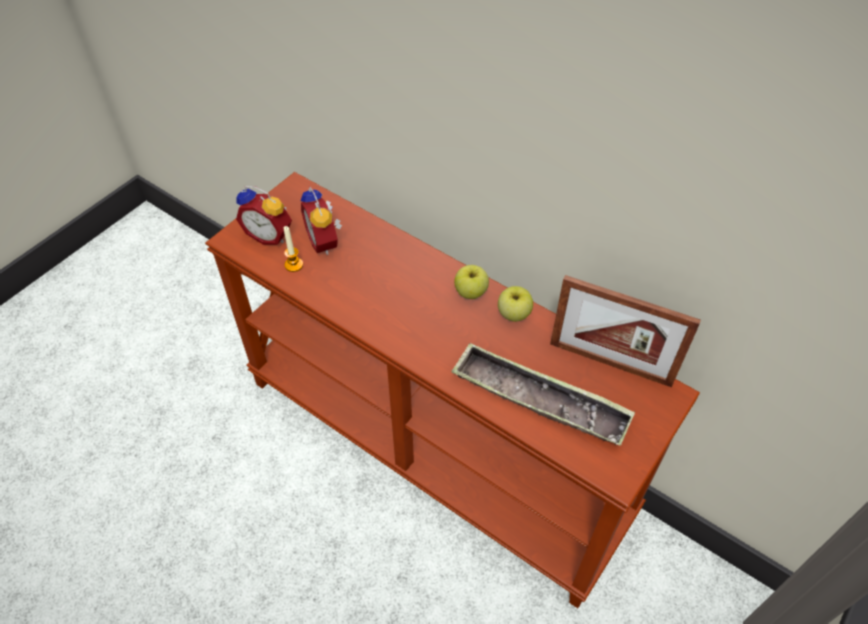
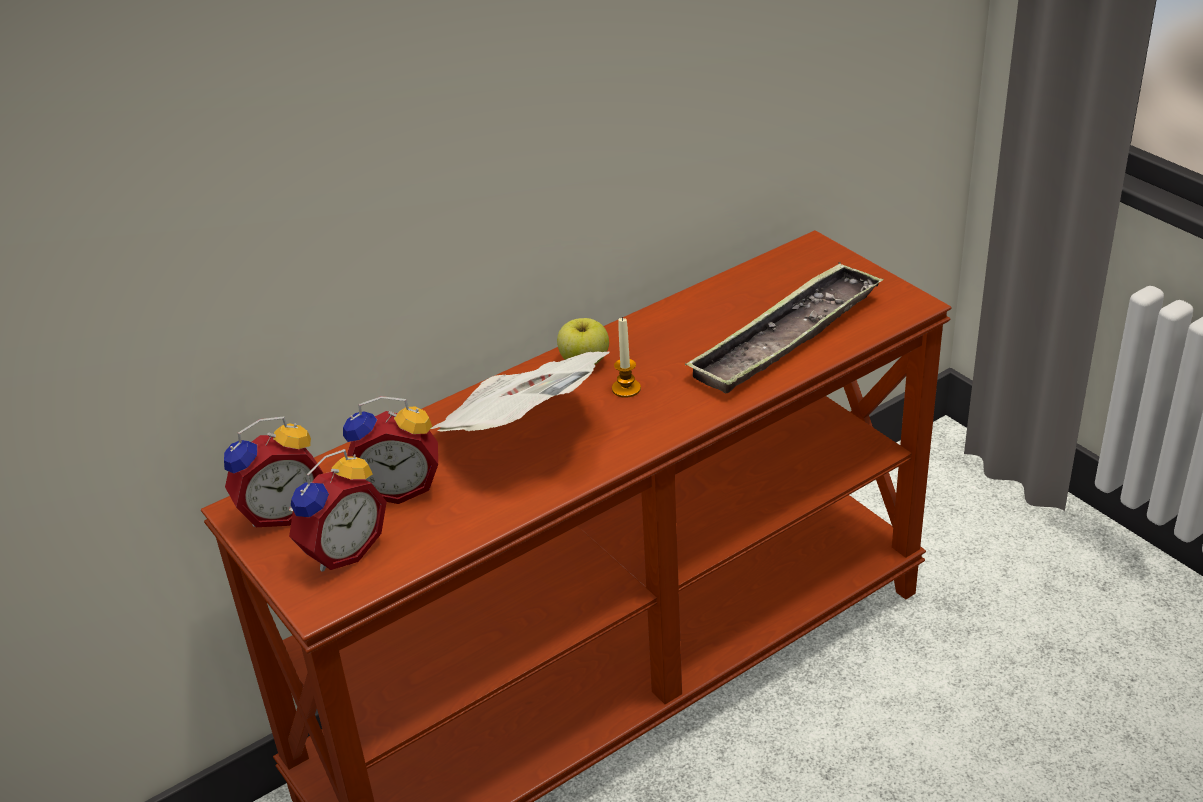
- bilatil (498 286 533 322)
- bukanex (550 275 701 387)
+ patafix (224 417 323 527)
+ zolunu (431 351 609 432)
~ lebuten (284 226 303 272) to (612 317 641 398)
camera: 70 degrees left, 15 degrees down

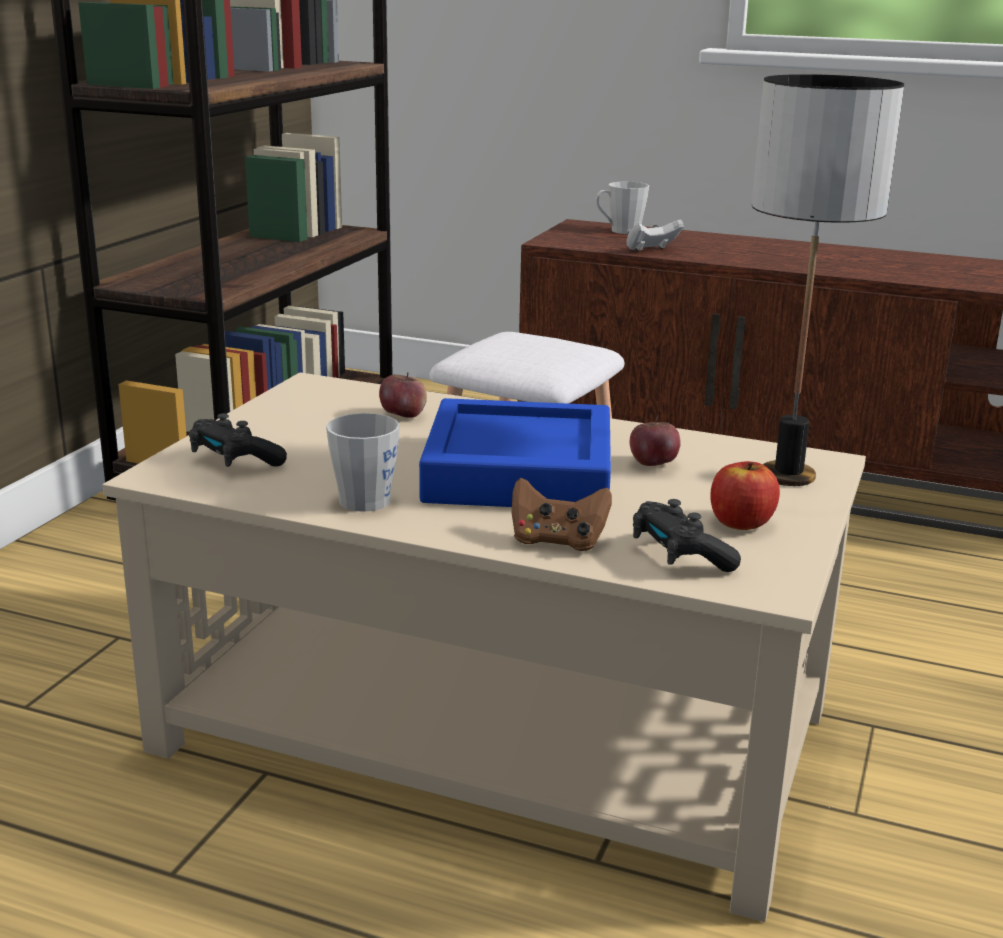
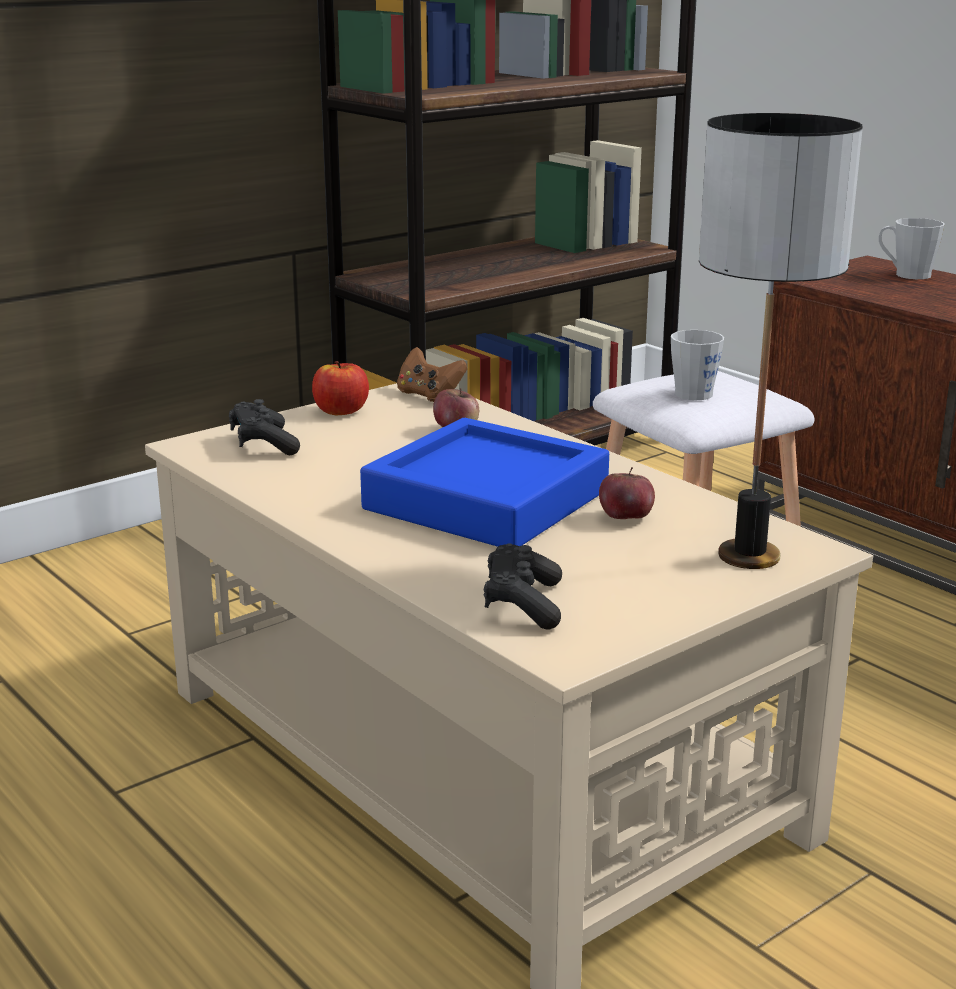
- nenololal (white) (626 220 684 252)
~ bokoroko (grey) (326 413 400 512) to (671 330 724 400)
~ nenololal (brown) (512 478 612 551) to (397 347 467 402)
~ bilatil (710 461 780 530) to (312 361 369 415)
camera: 30 degrees right, 0 degrees up

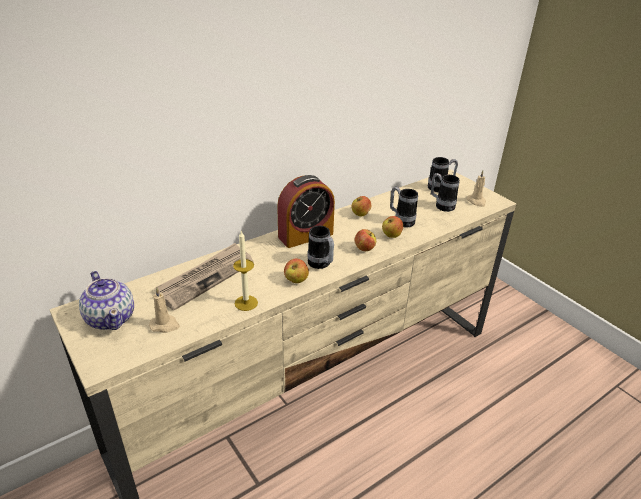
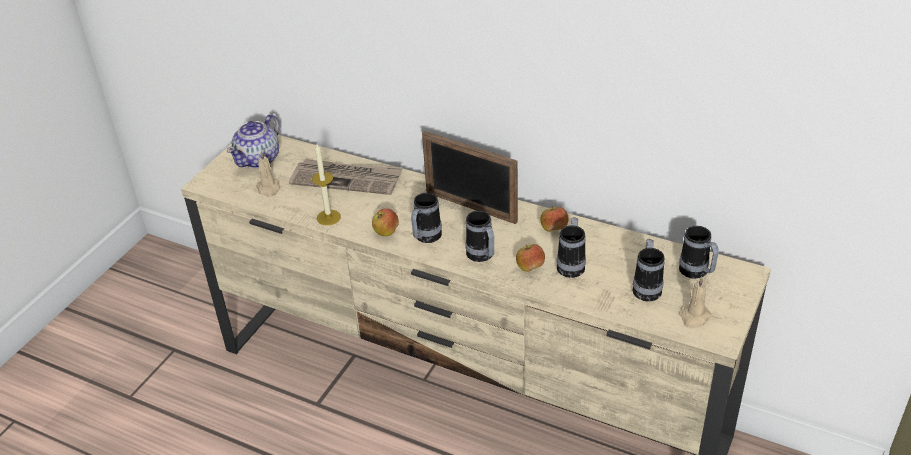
~ patafix (277 175 335 248) to bukanex (422 131 518 224)
~ bilatil (355 229 376 251) to bokoroko (465 210 494 262)
camera: 65 degrees right, 5 degrees up

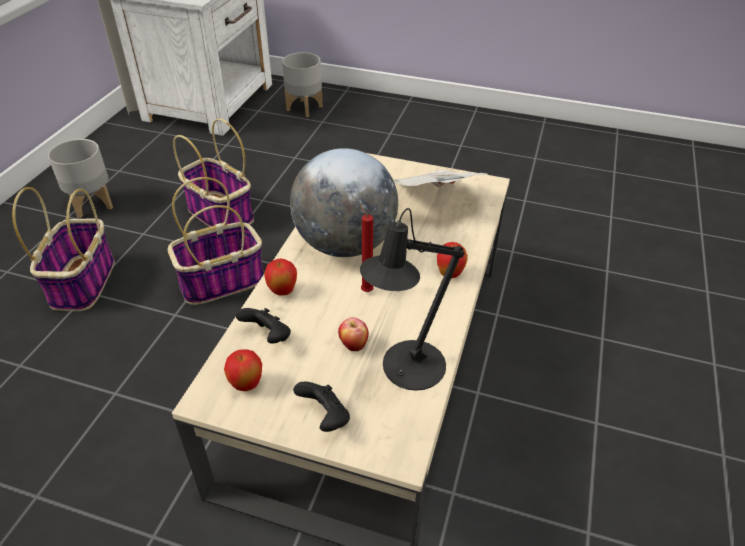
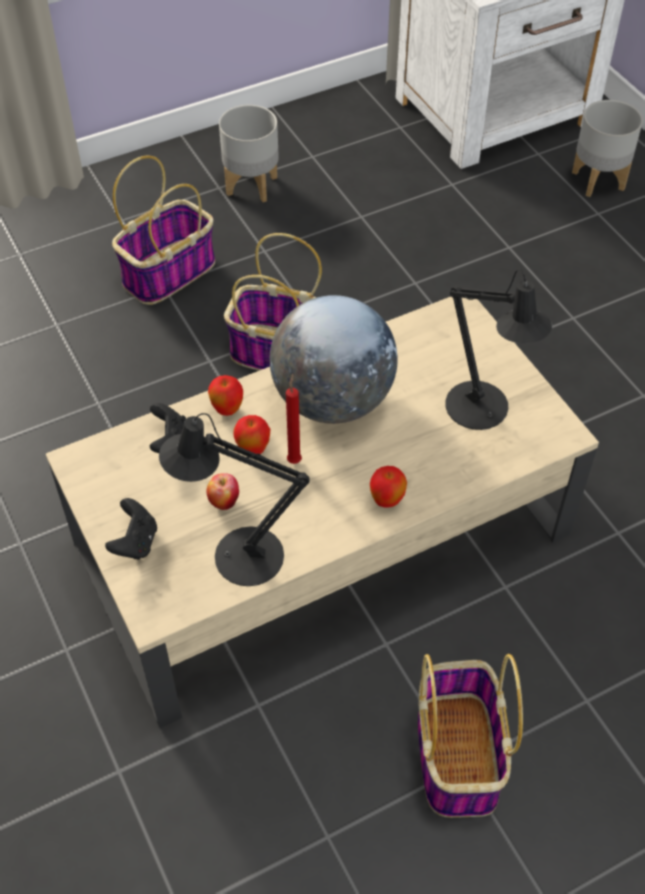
~ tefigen (173 118 254 227) to (418 654 523 818)
~ bilatil (224 349 262 391) to (233 415 270 454)
~ zolunu (393 170 488 187) to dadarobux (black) (445 269 552 430)
camera: 45 degrees right, 10 degrees up

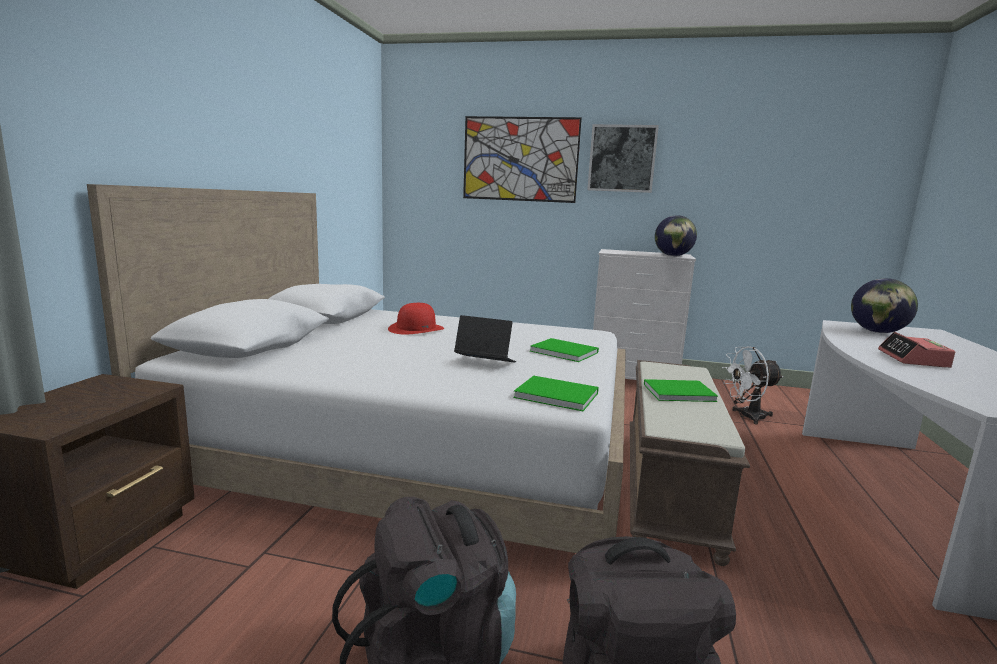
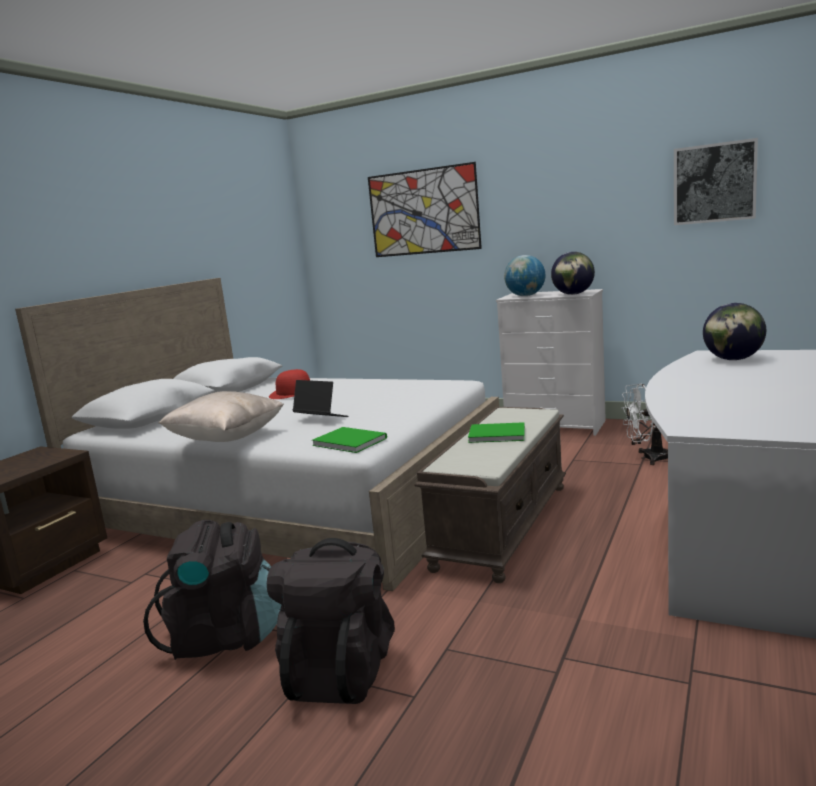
- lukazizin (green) (530 338 599 362)
- patafix (878 332 955 368)
+ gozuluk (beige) (158 391 284 442)
+ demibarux (504 255 545 296)
~ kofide (587 124 659 193) to (674 138 758 225)
camera: 15 degrees right, 0 degrees up

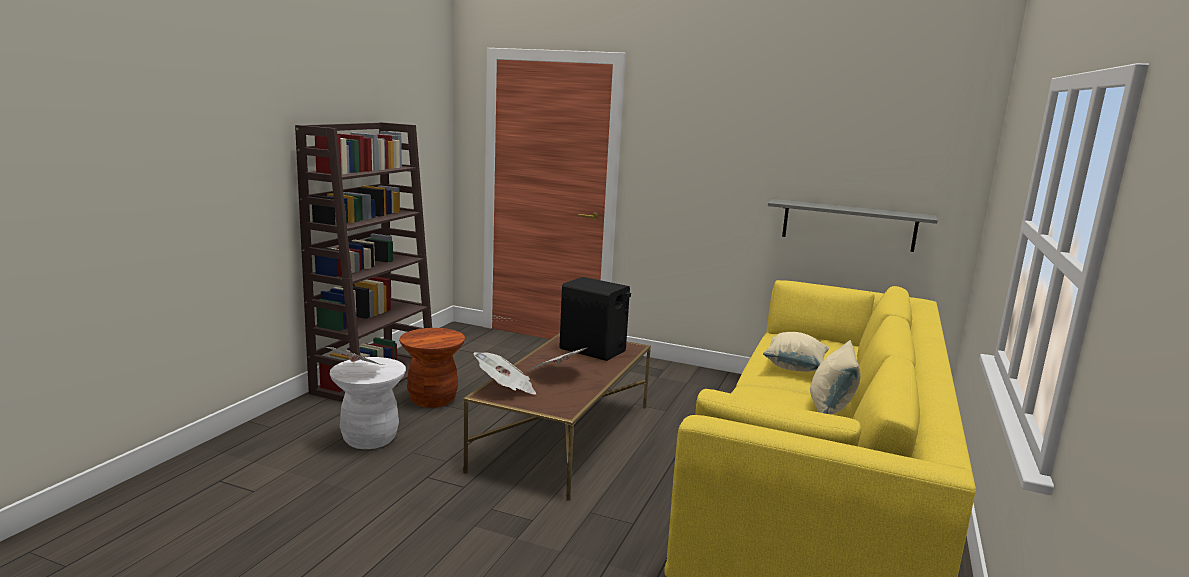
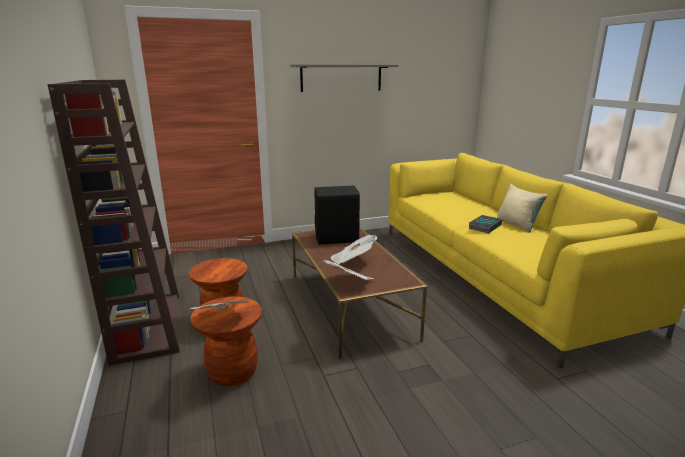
- gozuluk (beige) (763 332 830 372)
+ lukazizin (468 215 503 233)
~ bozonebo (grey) (768 199 938 252) to (290 64 398 92)
~ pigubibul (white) (330 357 406 449) to pigubibul (brown) (190 297 262 386)
camera: 40 degrees left, 5 degrees up

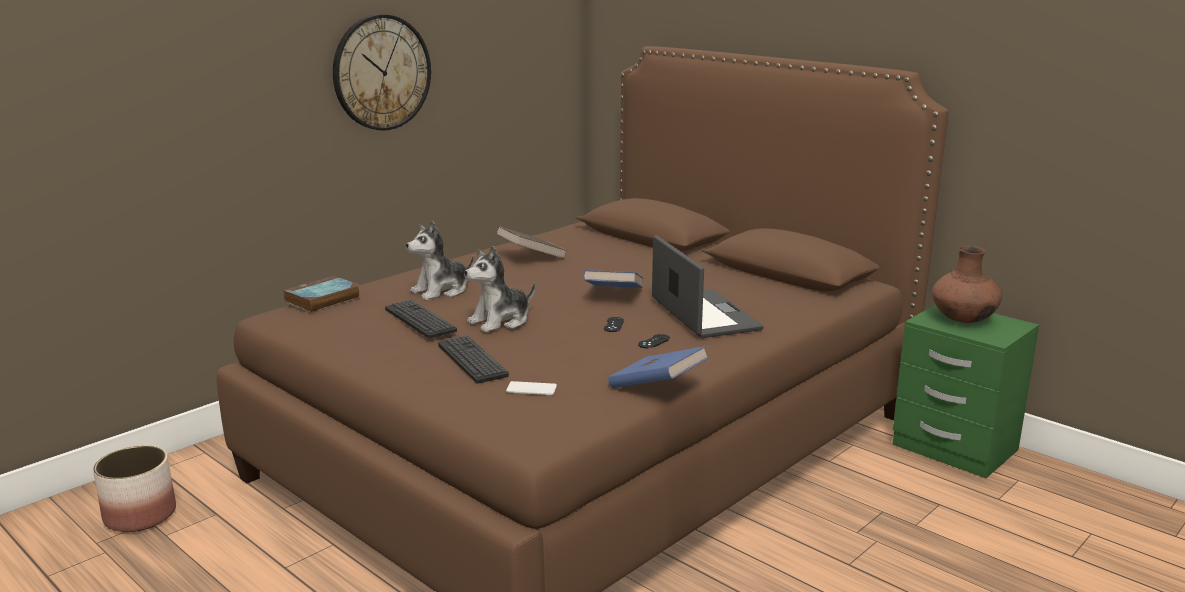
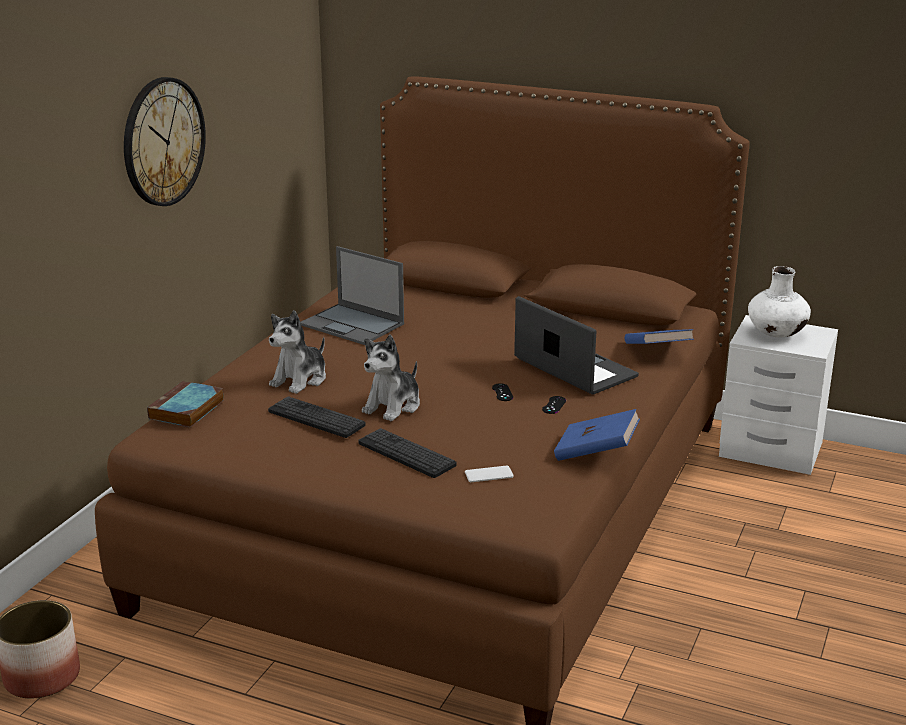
~ lukazizin (blue) (583 270 644 288) to (625 329 694 344)
~ lukazizin (brown) (496 226 567 259) to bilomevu (300 246 404 345)
~ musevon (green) (893 304 1039 478) to musevon (white) (719 315 838 475)
~ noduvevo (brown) (932 246 1002 323) to noduvevo (white) (748 266 811 337)
camera: 20 degrees left, 5 degrees up

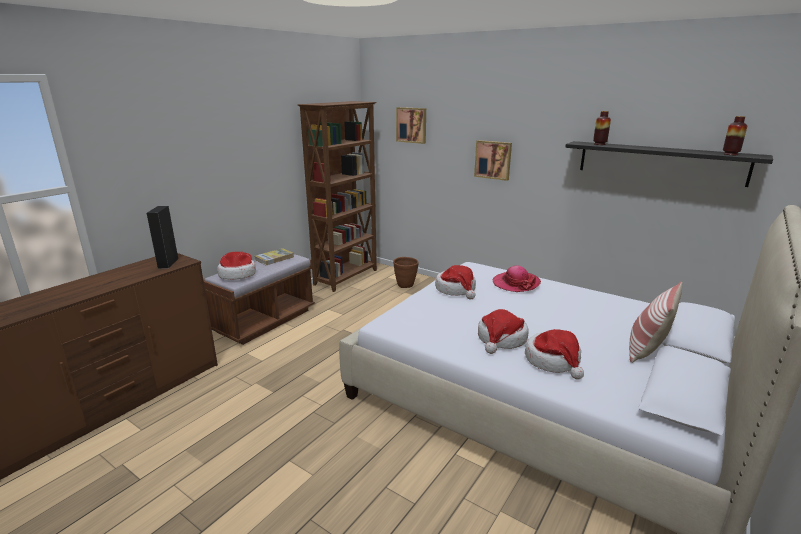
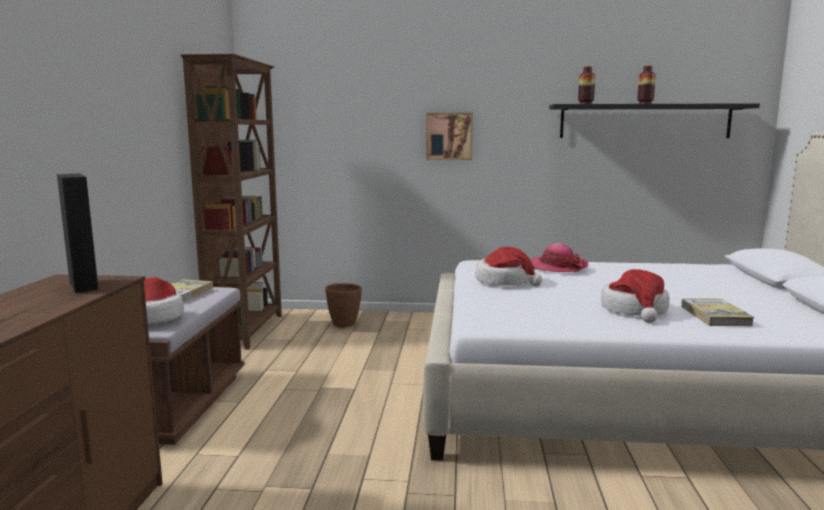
- kofide (396 107 426 144)
- gozuluk (629 282 683 363)
~ noduvevo (723 116 747 155) to (637 66 656 104)
~ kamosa (525 329 584 379) to lukazizin (681 298 754 326)
camera: 30 degrees left, 10 degrees down

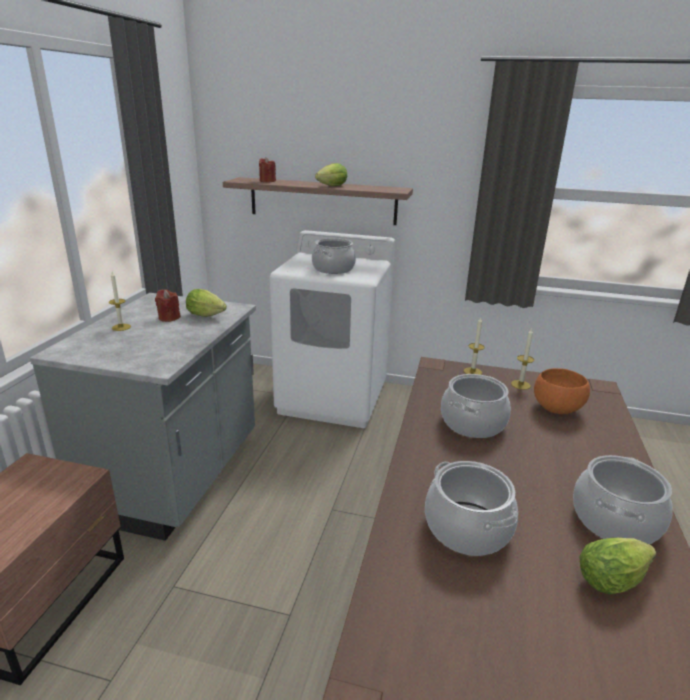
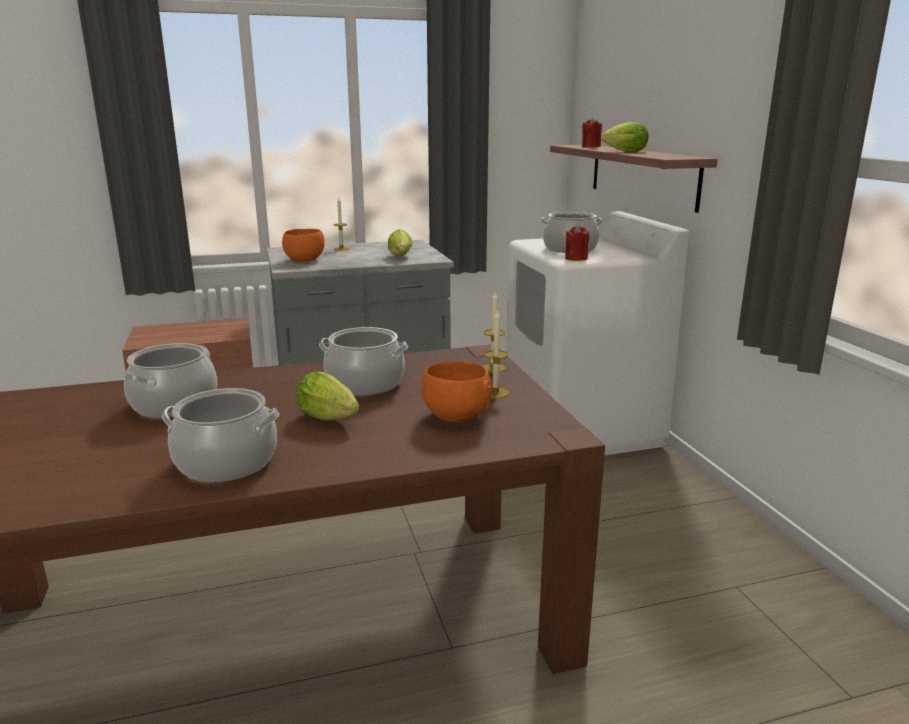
+ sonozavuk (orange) (282 229 325 262)
~ lebuten (red) (155 289 181 322) to (565 225 589 261)
~ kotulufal (579 538 656 595) to (297 372 359 421)
camera: 60 degrees right, 5 degrees down

